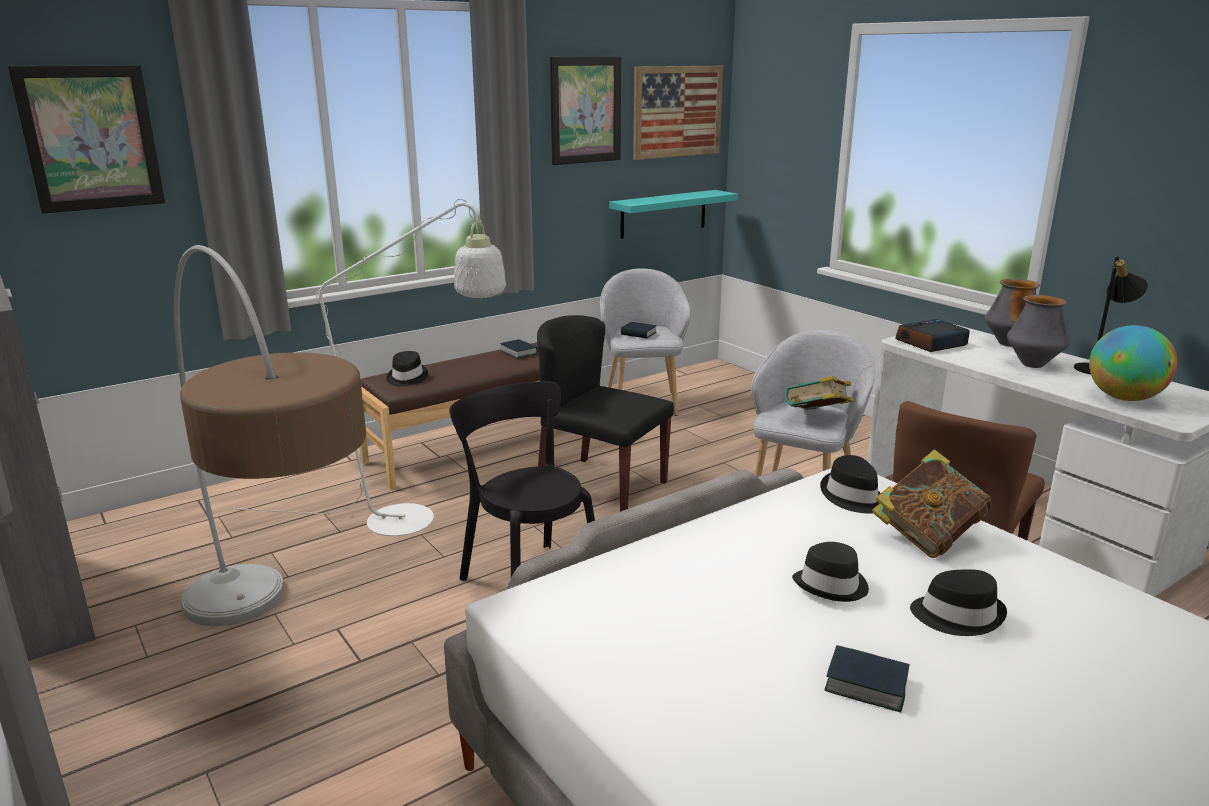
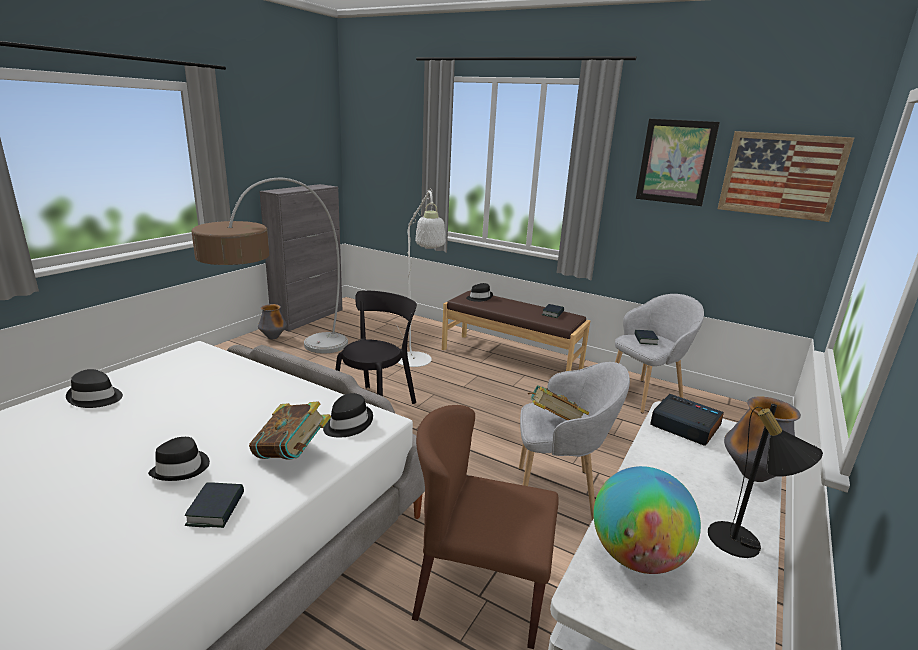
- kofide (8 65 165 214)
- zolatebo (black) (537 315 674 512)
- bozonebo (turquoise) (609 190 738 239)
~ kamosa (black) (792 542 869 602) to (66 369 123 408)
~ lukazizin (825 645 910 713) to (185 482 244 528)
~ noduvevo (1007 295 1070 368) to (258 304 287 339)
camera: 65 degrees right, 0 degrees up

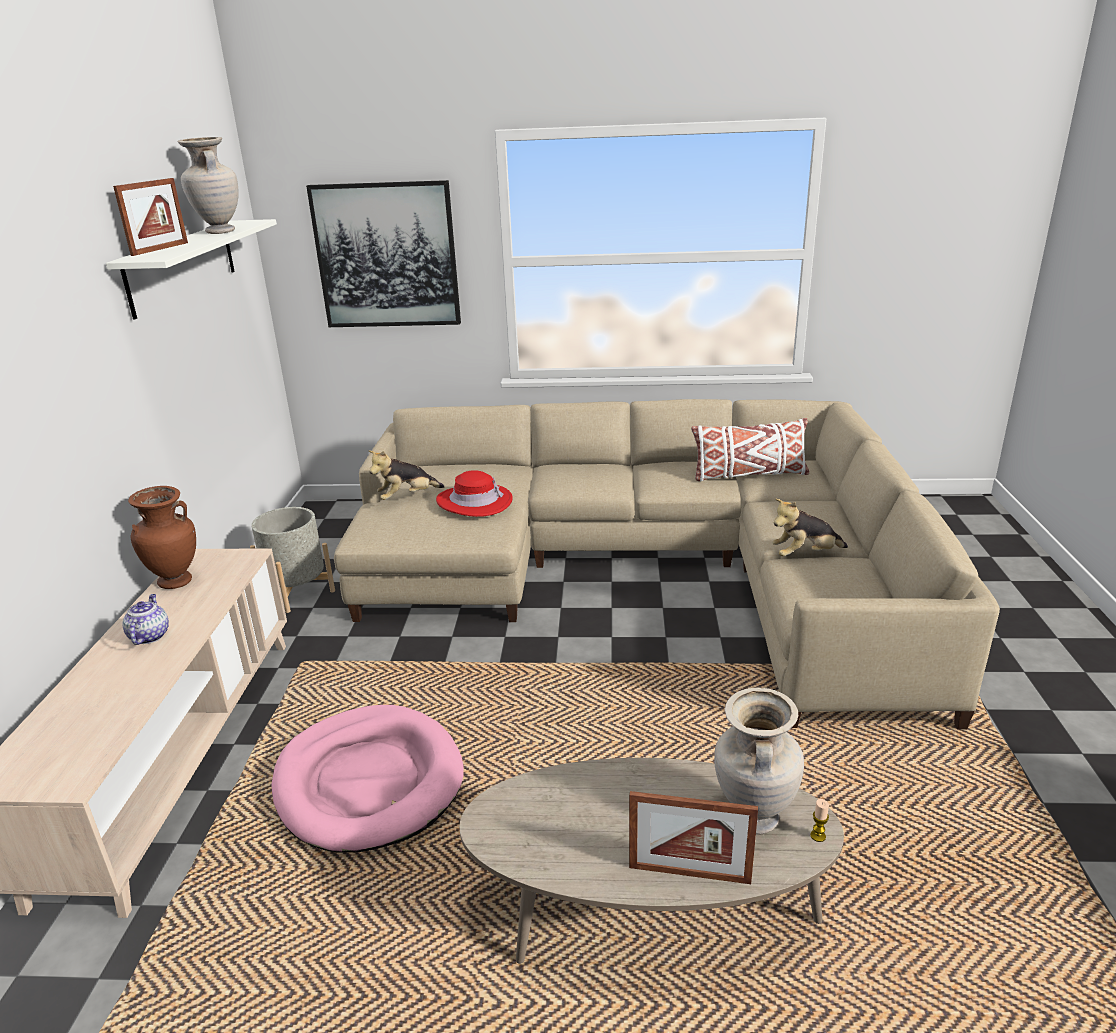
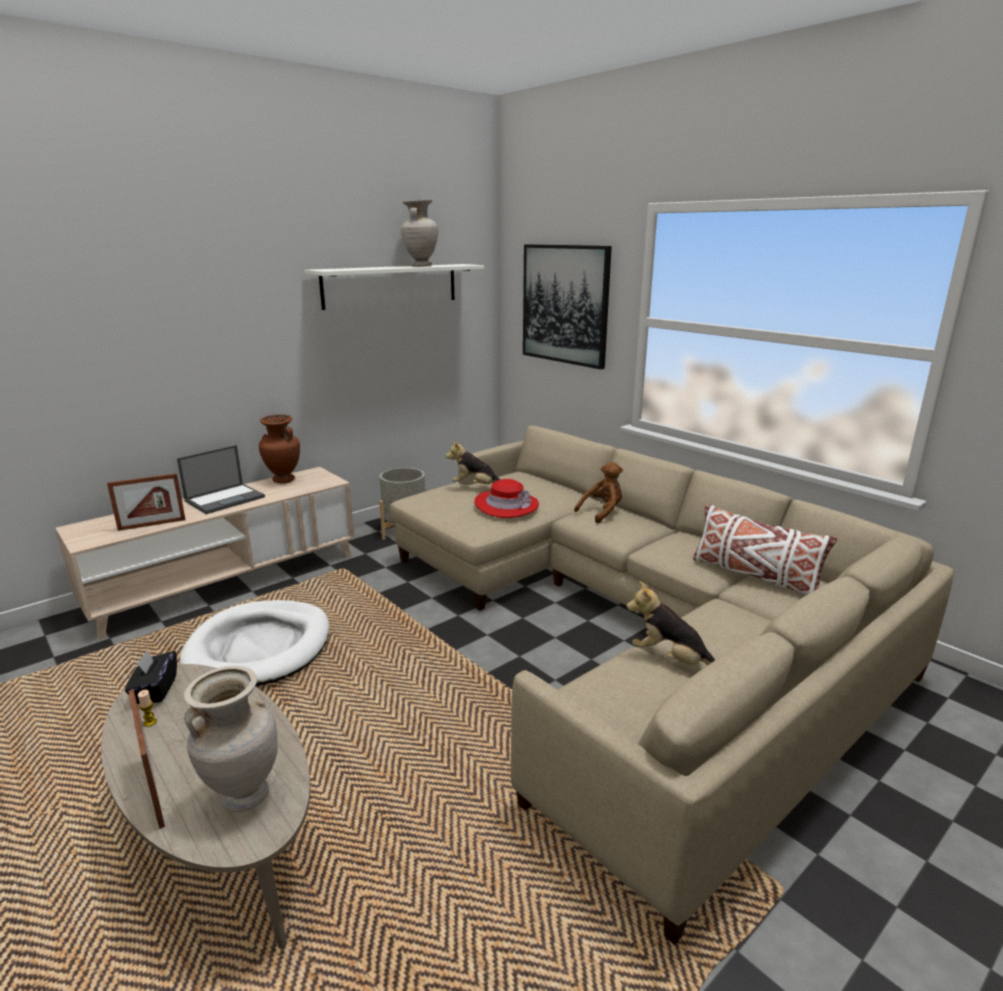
+ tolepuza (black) (125 650 177 704)
+ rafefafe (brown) (574 462 623 524)
~ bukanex (113 178 188 256) to (107 473 186 531)
~ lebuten (810 799 829 842) to (138 690 157 727)
~ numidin (122 594 169 645) to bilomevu (177 445 265 514)
~ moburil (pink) (271 705 464 852) to moburil (white) (180 600 329 686)
camera: 45 degrees right, 5 degrees down

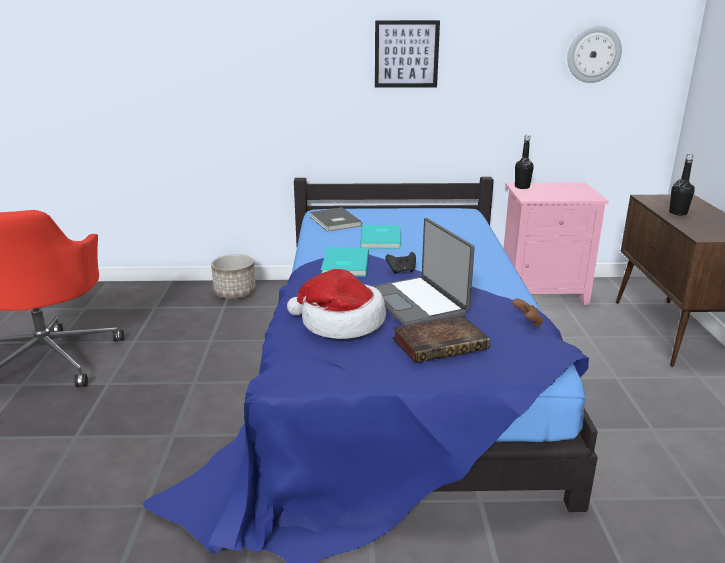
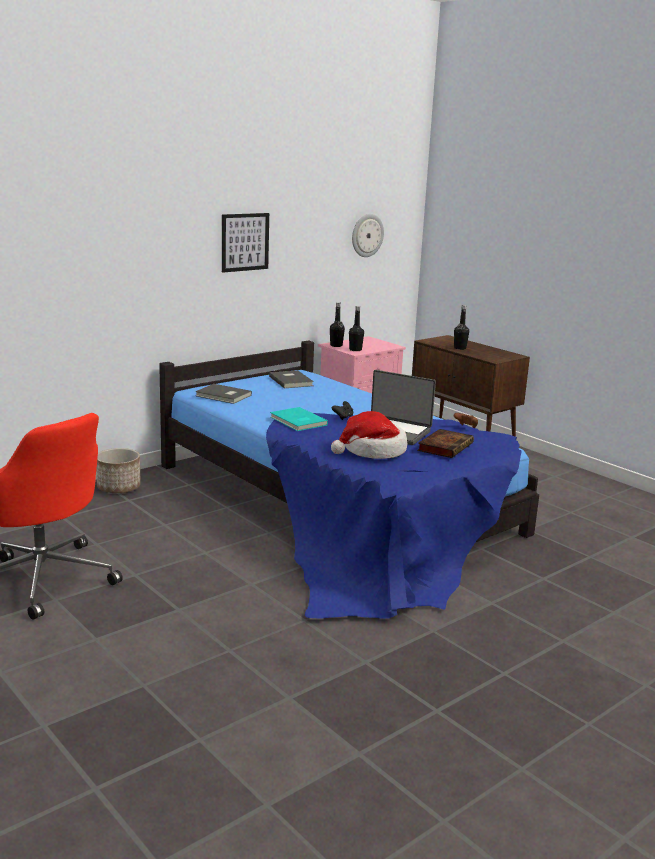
- lukazizin (turquoise) (360 225 401 249)
+ lukazizin (grey) (269 371 314 388)
+ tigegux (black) (349 306 364 351)
camera: 40 degrees left, 5 degrees down

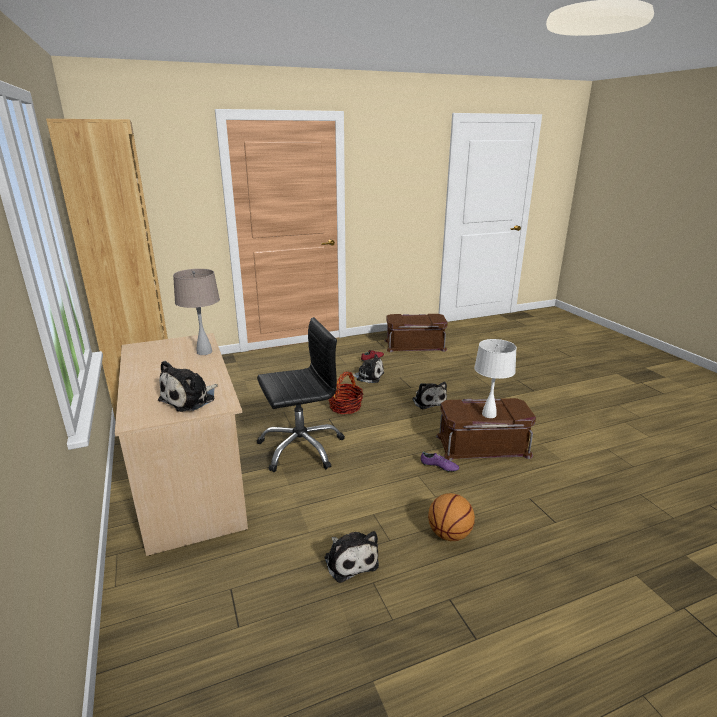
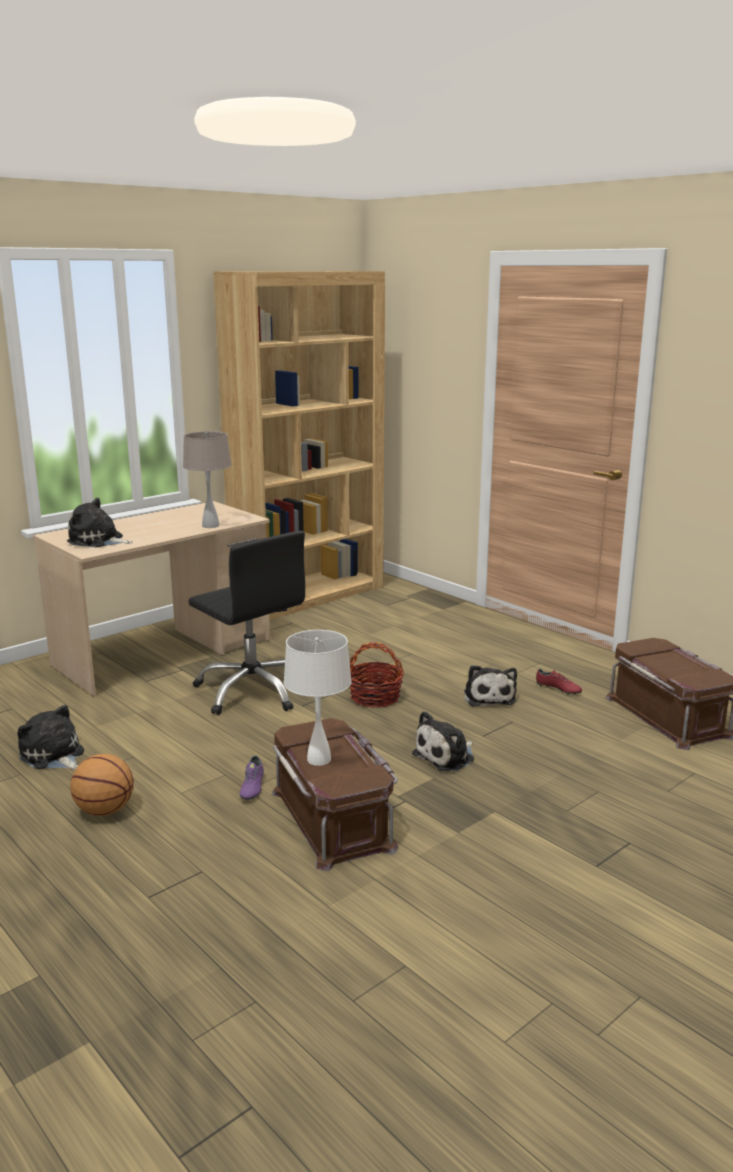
~ rafefafe (324 531 379 583) = (18 705 84 770) 90 degrees clockwise
camera: 70 degrees right, 5 degrees down

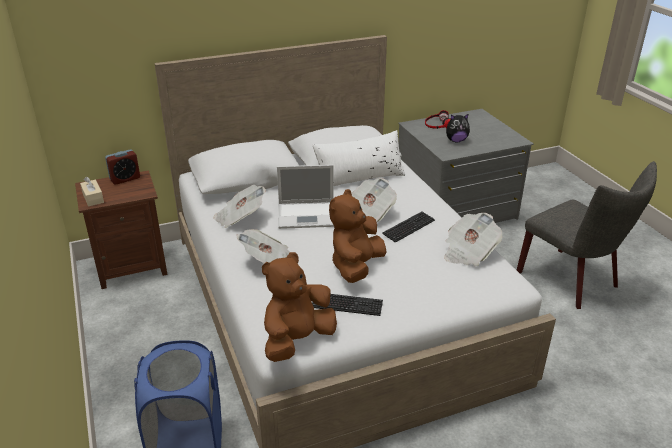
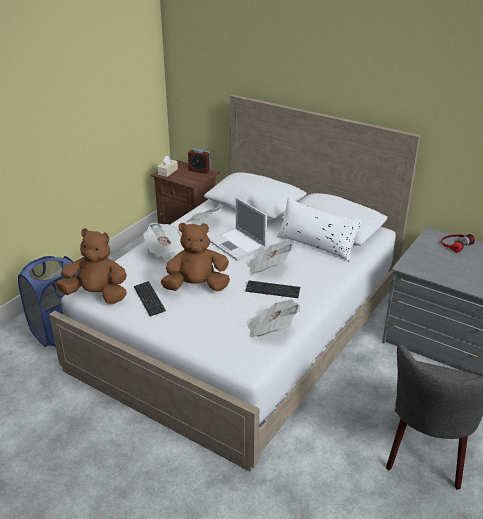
- rafefafe (446 114 470 142)
camera: 55 degrees right, 0 degrees up

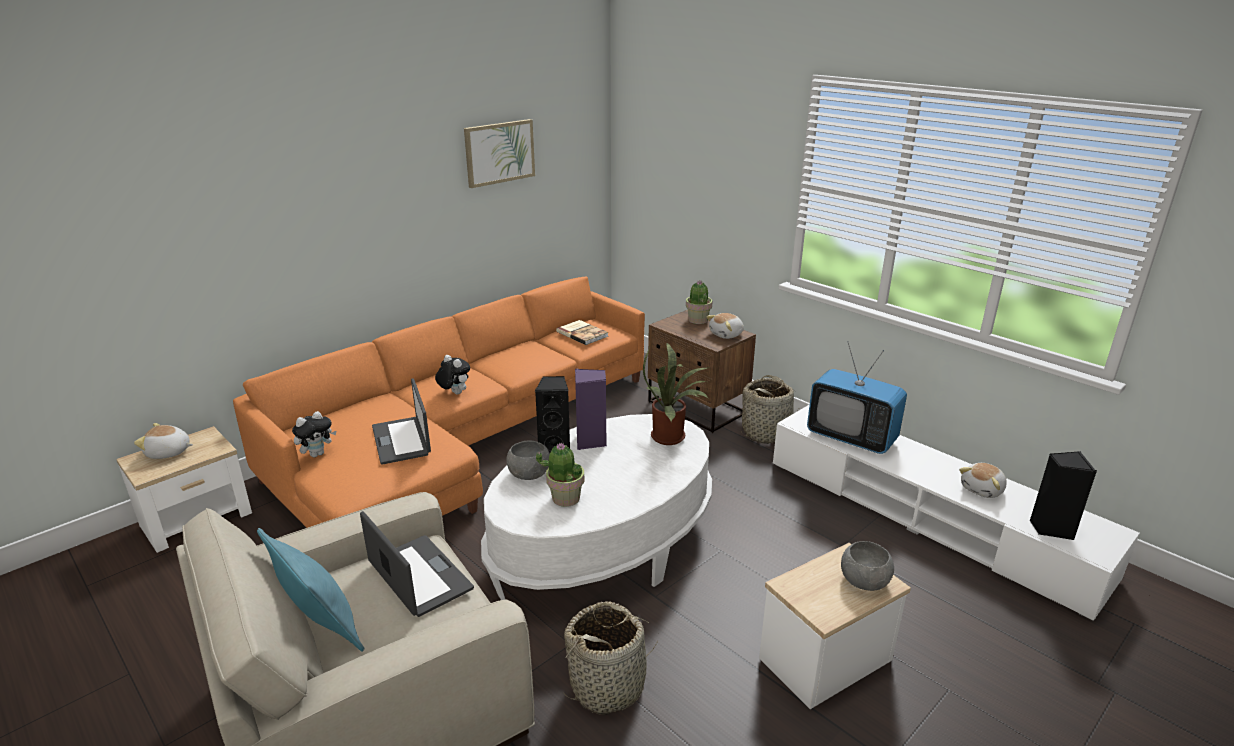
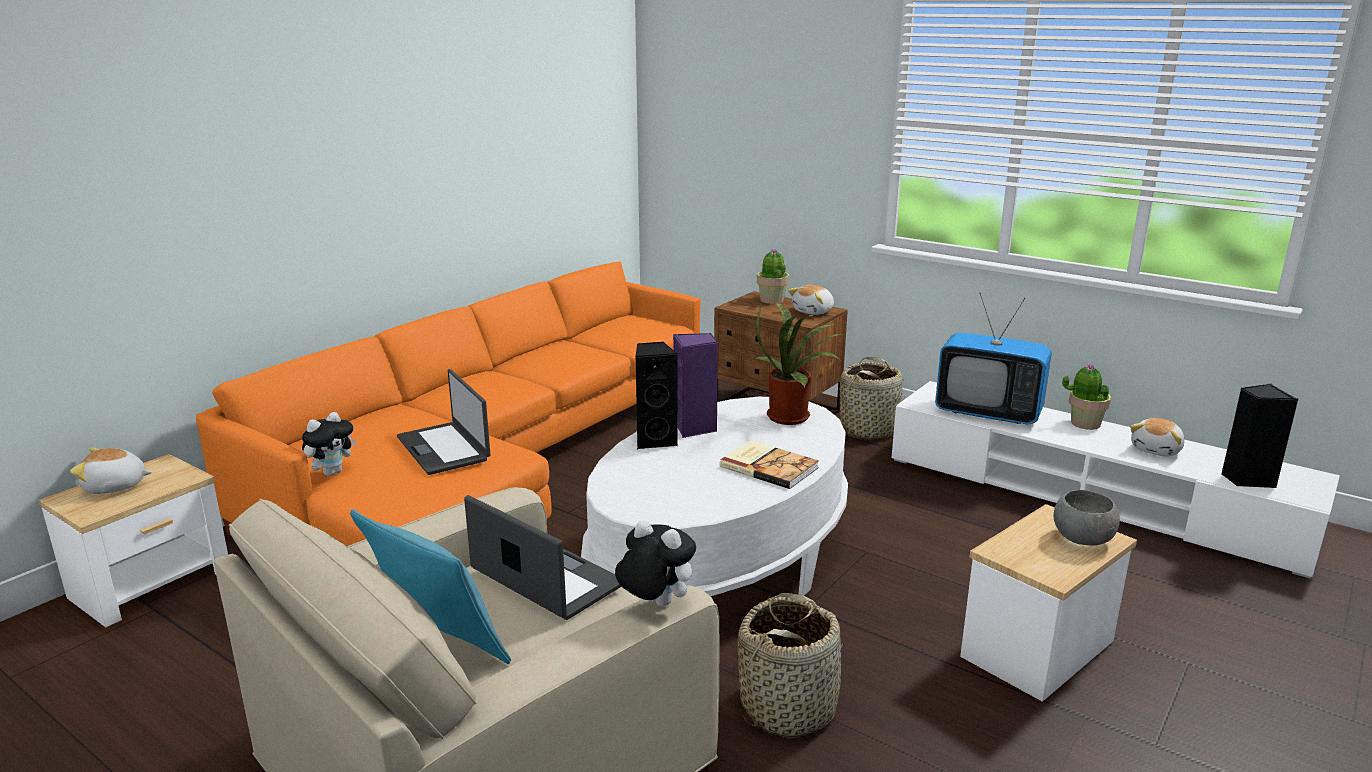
- kofide (464 119 535 188)
- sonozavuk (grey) (506 440 550 480)
~ rafefafe (435 355 470 394) to (615 520 696 607)
~ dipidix (536 443 585 507) to (1062 364 1111 430)
~ lukazizin (556 320 609 345) to (720 440 819 489)
camera: 10 degrees left, 5 degrees down

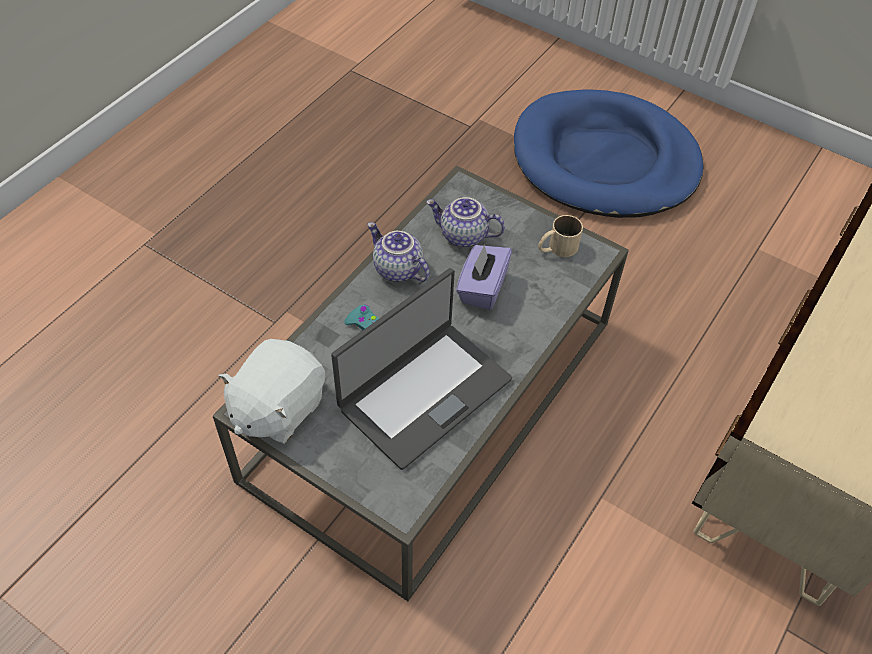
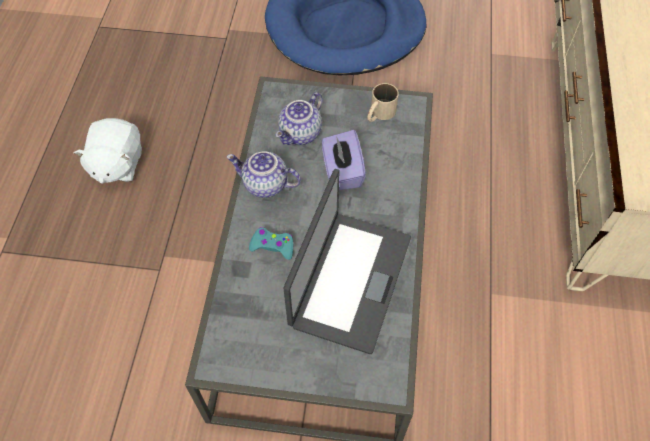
~ rafefafe (white) (218 339 325 444) to (74 118 142 184)
~ numidin (426 197 505 247) = (275 92 323 145) 45 degrees counterclockwise
camera: 25 degrees left, 5 degrees up

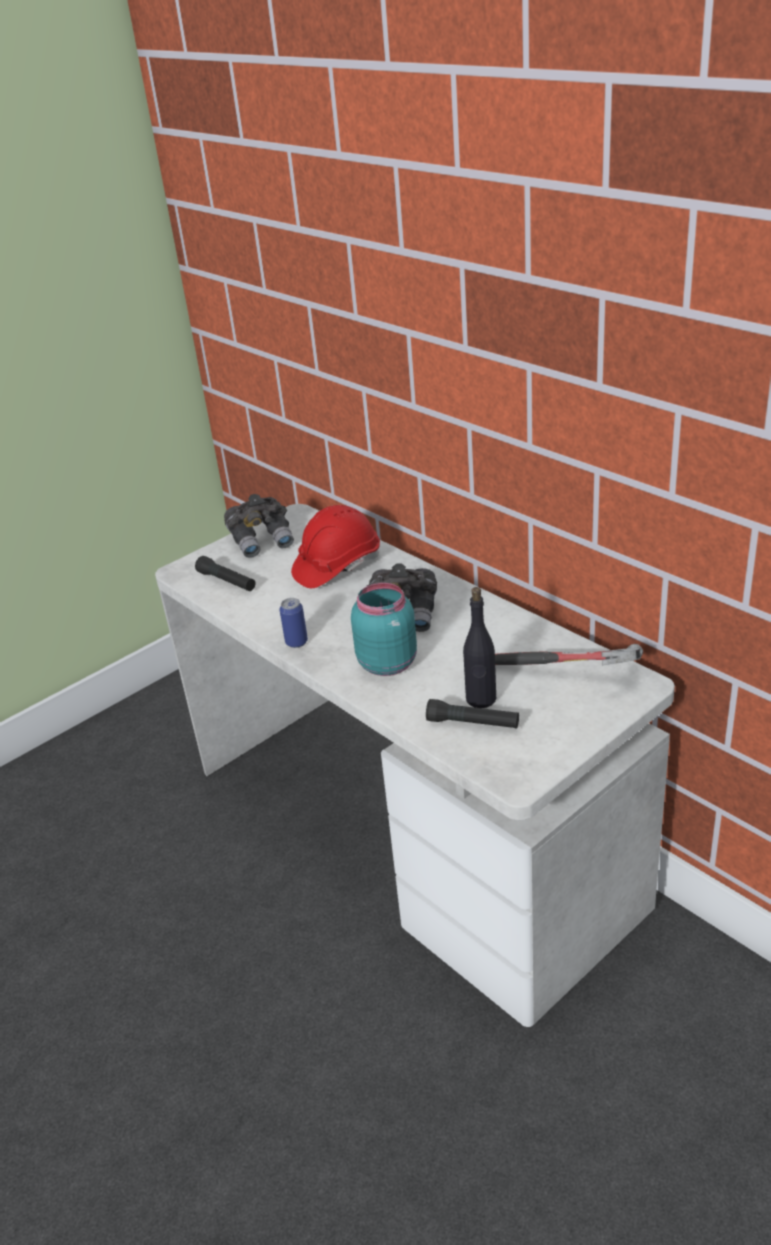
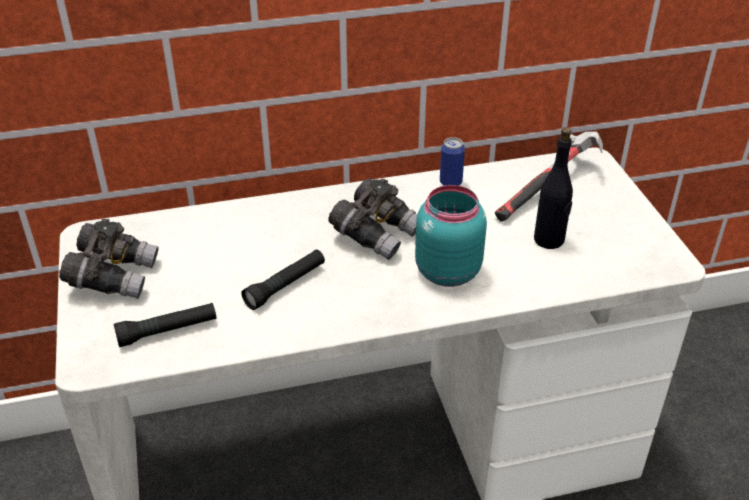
- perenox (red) (291 505 380 588)
~ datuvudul (279 598 308 648) to (440 137 465 186)
~ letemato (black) (426 699 519 728) to (242 250 325 310)
camera: 65 degrees left, 5 degrees up

